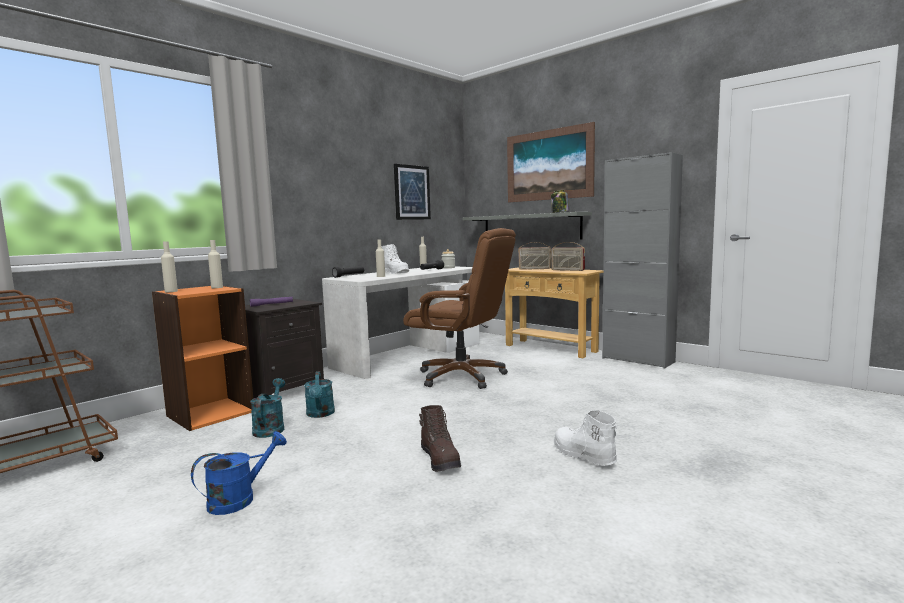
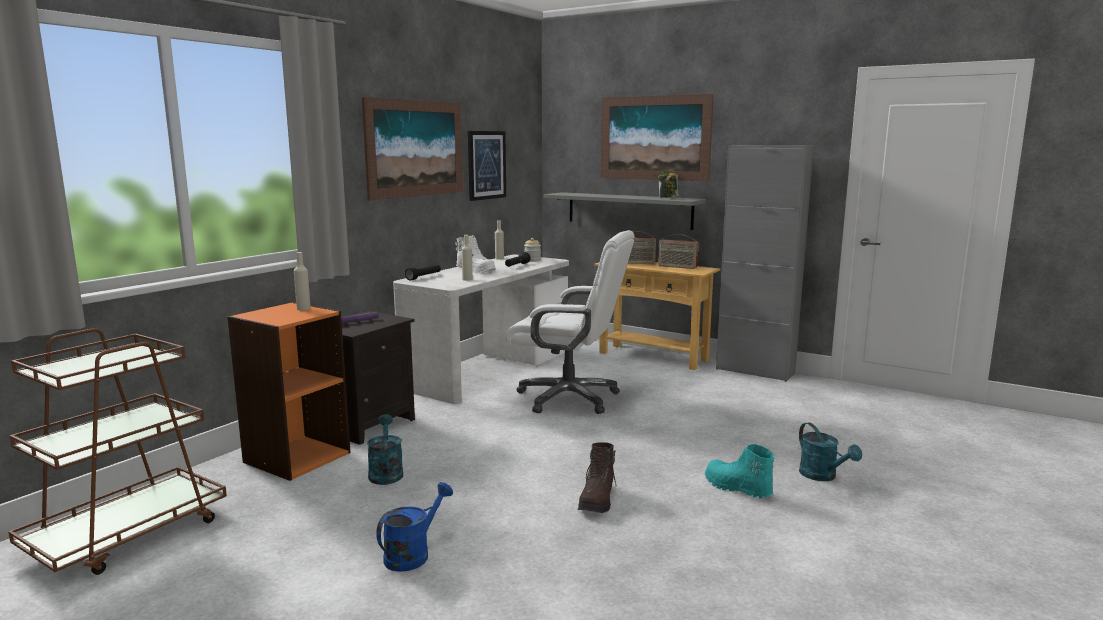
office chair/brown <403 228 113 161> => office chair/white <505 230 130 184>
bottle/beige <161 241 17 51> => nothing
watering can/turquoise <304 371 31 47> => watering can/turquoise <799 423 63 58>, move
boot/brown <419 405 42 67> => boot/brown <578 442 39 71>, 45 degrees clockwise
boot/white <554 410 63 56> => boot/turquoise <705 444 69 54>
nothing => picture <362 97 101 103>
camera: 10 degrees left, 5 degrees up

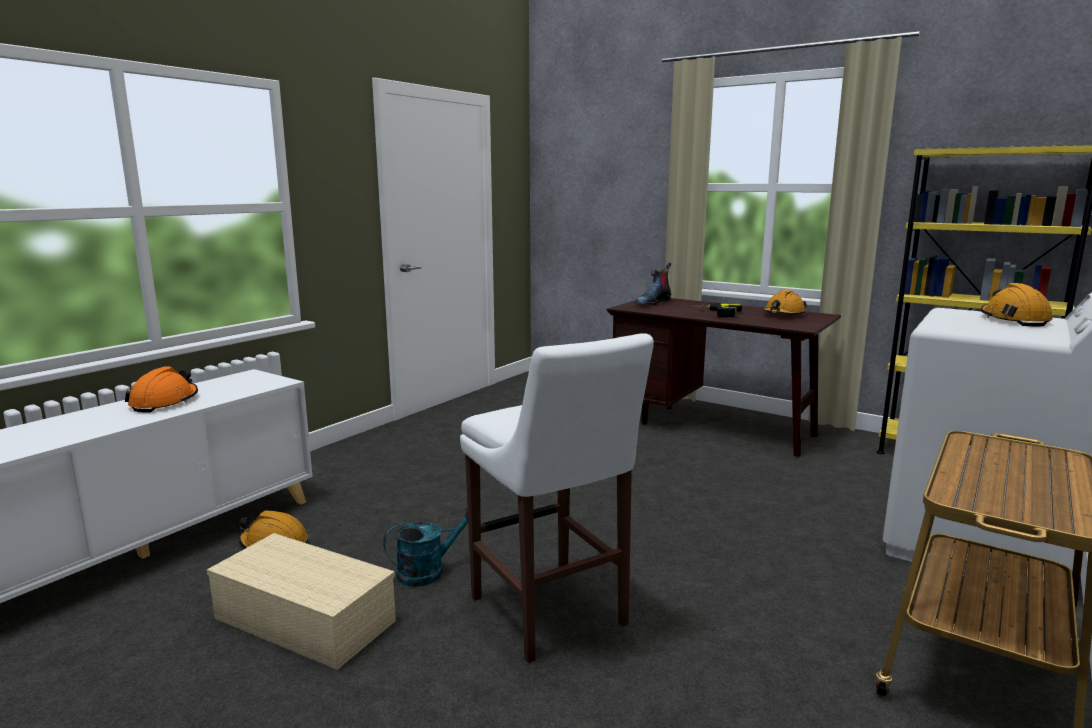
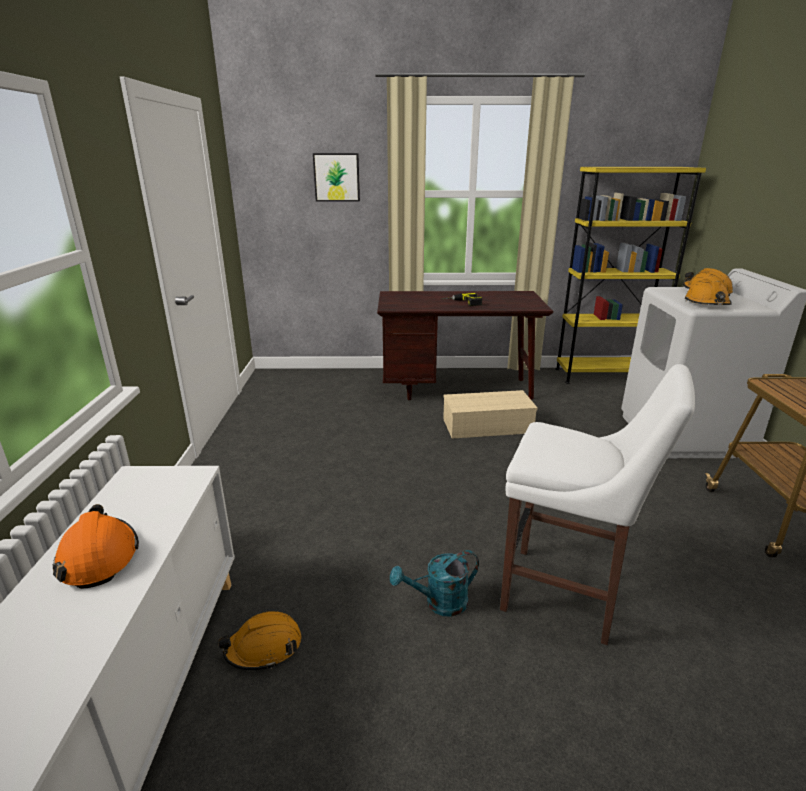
boot <635 263 36 42> => nothing
hard hat/orange <763 290 44 25> => hard hat/orange <685 278 47 27>, move
watering can/turquoise <383 506 85 81> => watering can/turquoise <390 550 89 67>, 135 degrees counterclockwise
storage box/beige <207 533 189 137> => storage box/beige <443 390 95 49>, move
nothing => picture <313 153 47 49>
camera: 35 degrees left, 10 degrees up

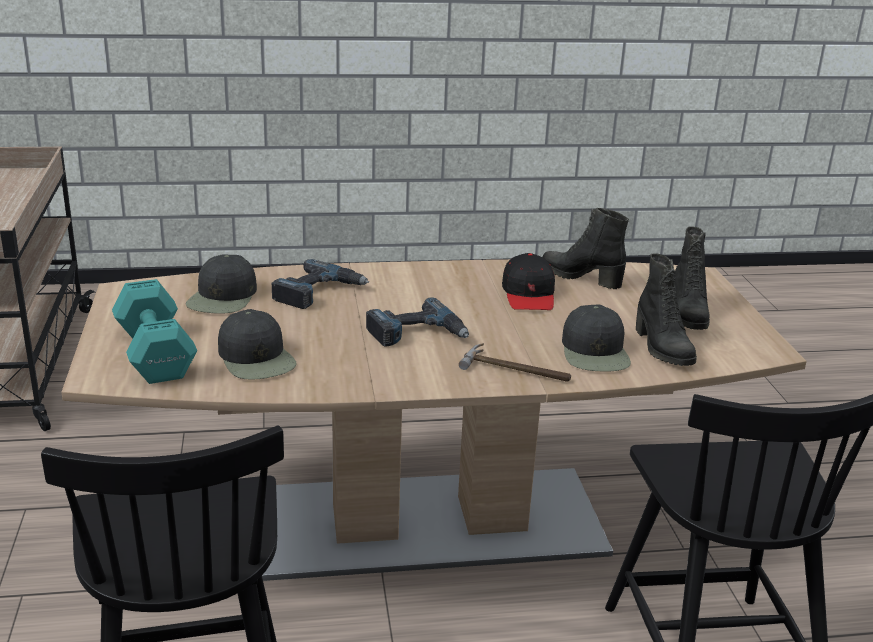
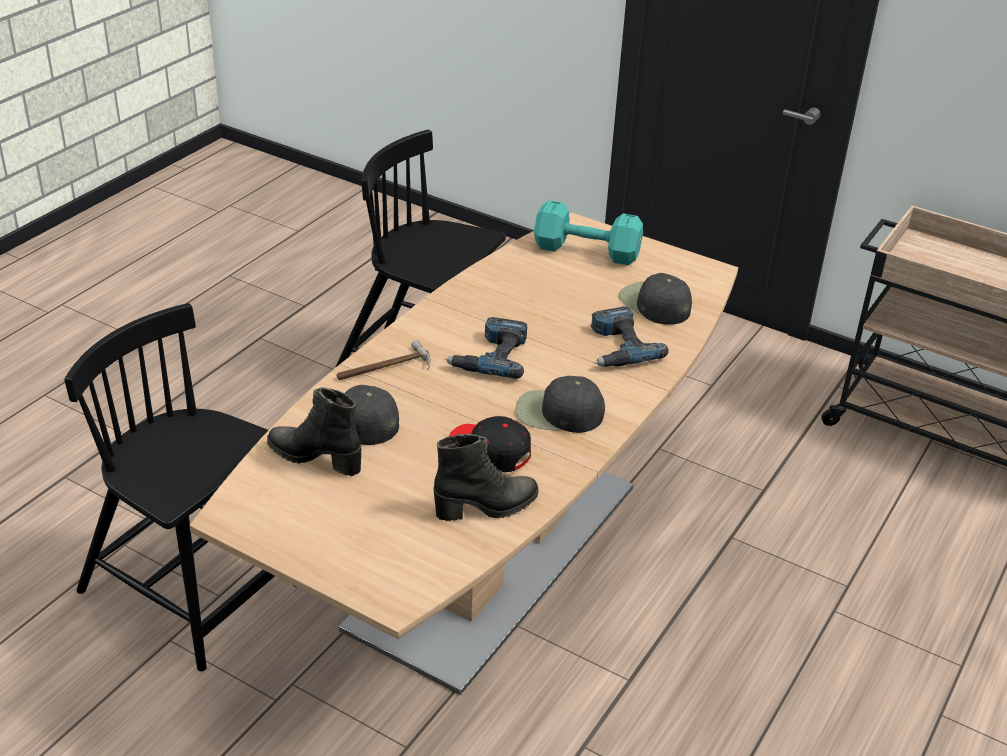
boot/black <675 226 35 104> => nothing
cap/black <218 309 79 71> => cap/black <516 376 89 57>, move
camera: 130 degrees right, 10 degrees up

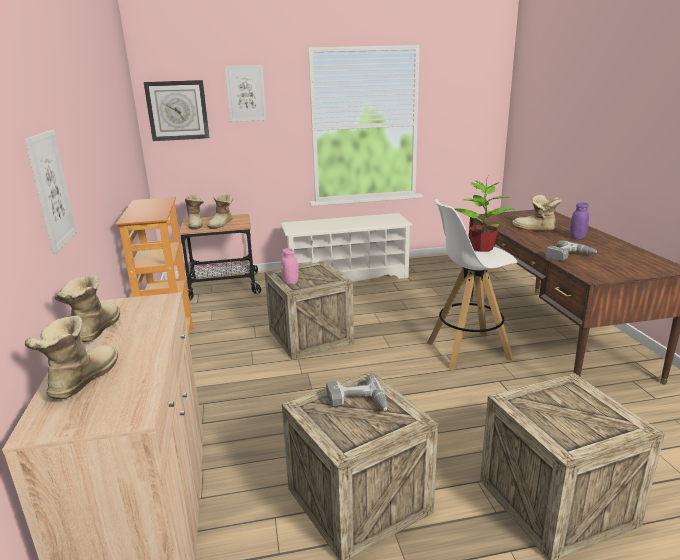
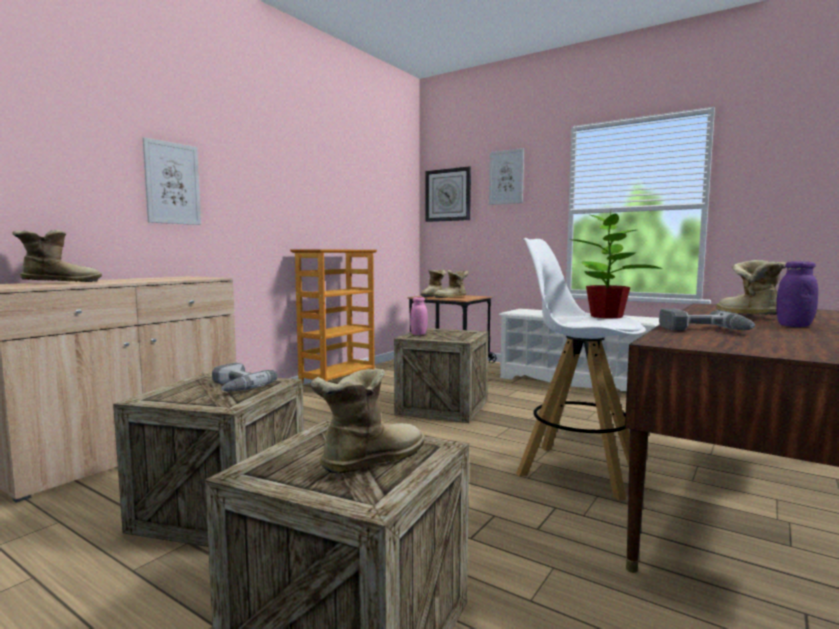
boot <55 275 65 67> => boot <311 369 114 104>, move
camera: 45 degrees right, 15 degrees down

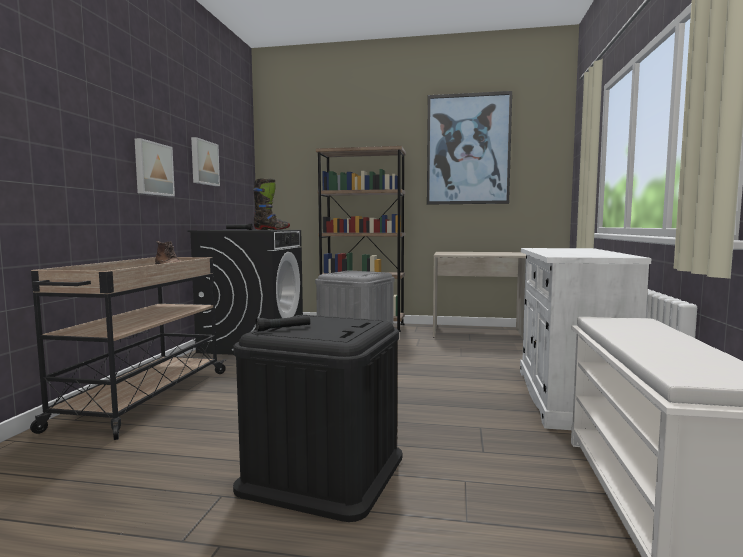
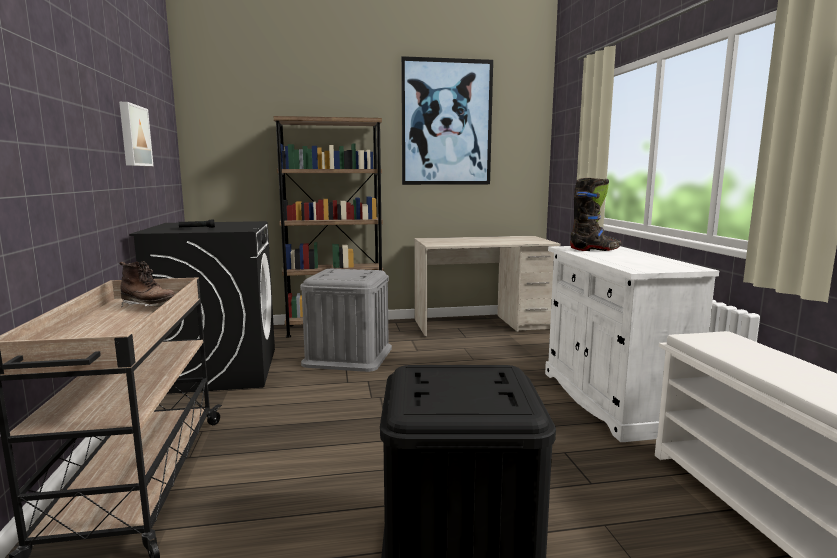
picture <135 138 40 58> => nothing
boot/black <253 179 37 51> => boot/black <570 178 51 73>, move
flashlight/black <256 316 54 16> => nothing
camera: 20 degrees left, 5 degrees up

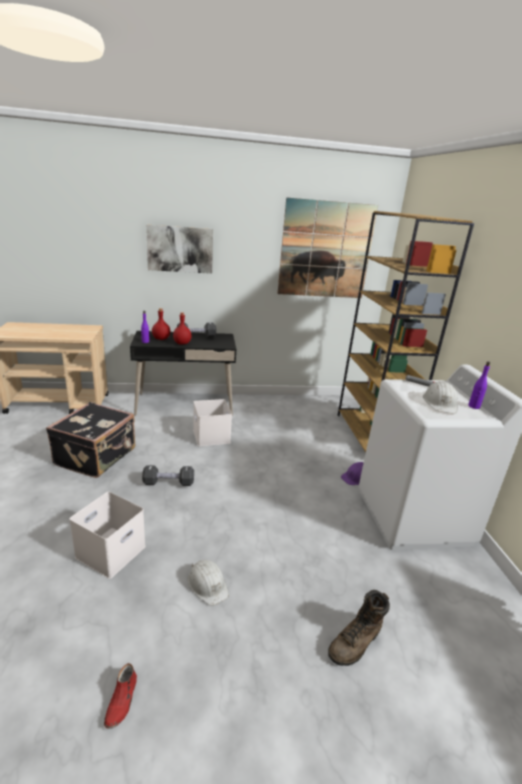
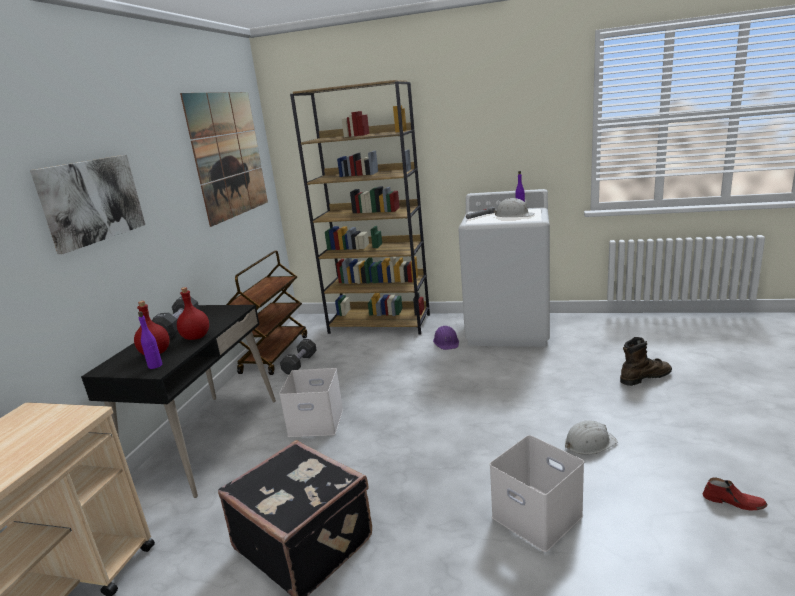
dumbbell/black <142 465 52 21> => dumbbell/black <280 339 37 35>, move
boot/brown <328 590 62 76> => boot/brown <620 337 52 49>, 90 degrees counterclockwise
nothing => cart/brown <226 251 81 124>
camera: 65 degrees left, 5 degrees down

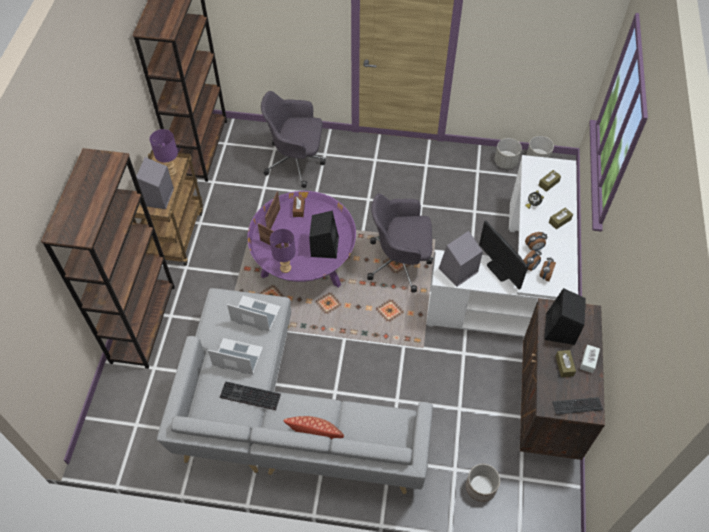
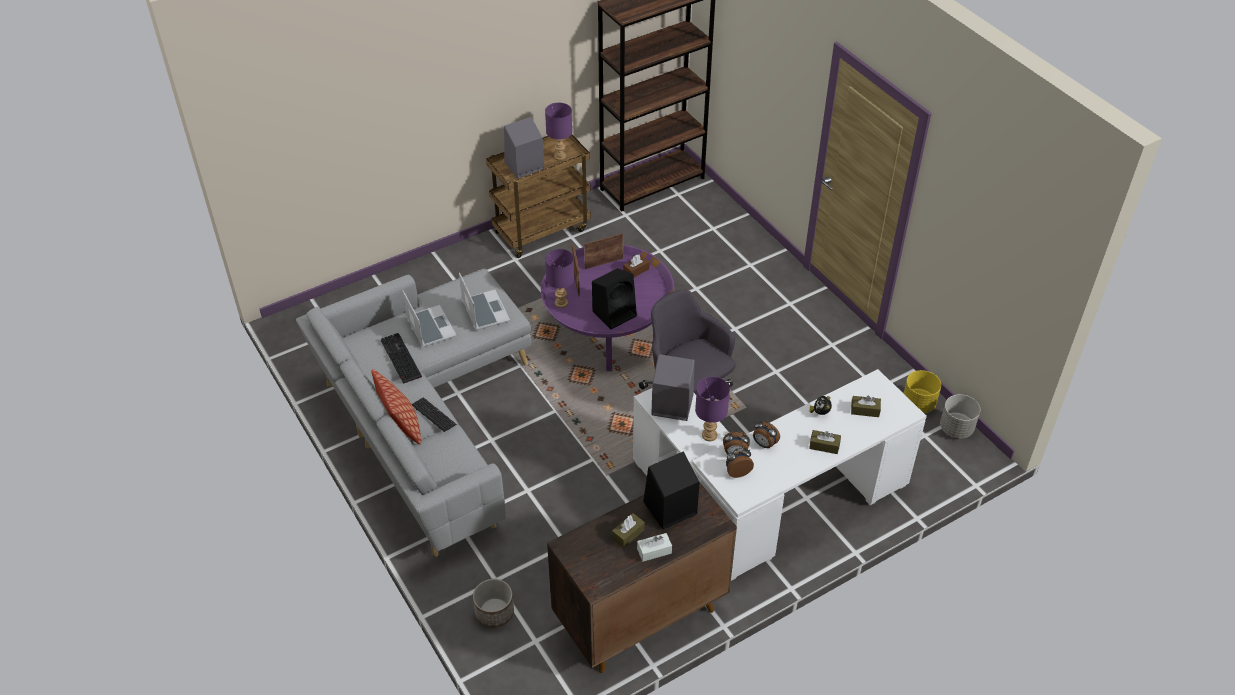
office chair/grey <261 91 65 97> => nothing
planter/grey <495 138 27 31> => planter/yellow <903 370 38 43>
bookcase/brown <41 148 134 221> => nothing
monitor <479 221 49 69> => table lamp/purple <695 377 35 64>
keyboard <552 397 51 18> => keyboard <412 397 44 35>, move
camera: 50 degrees right, 10 degrees down

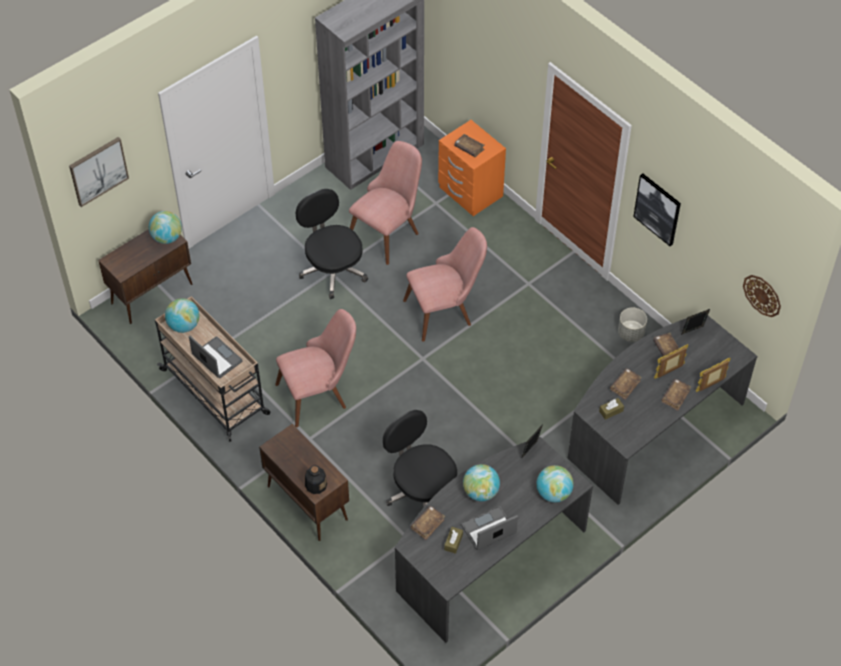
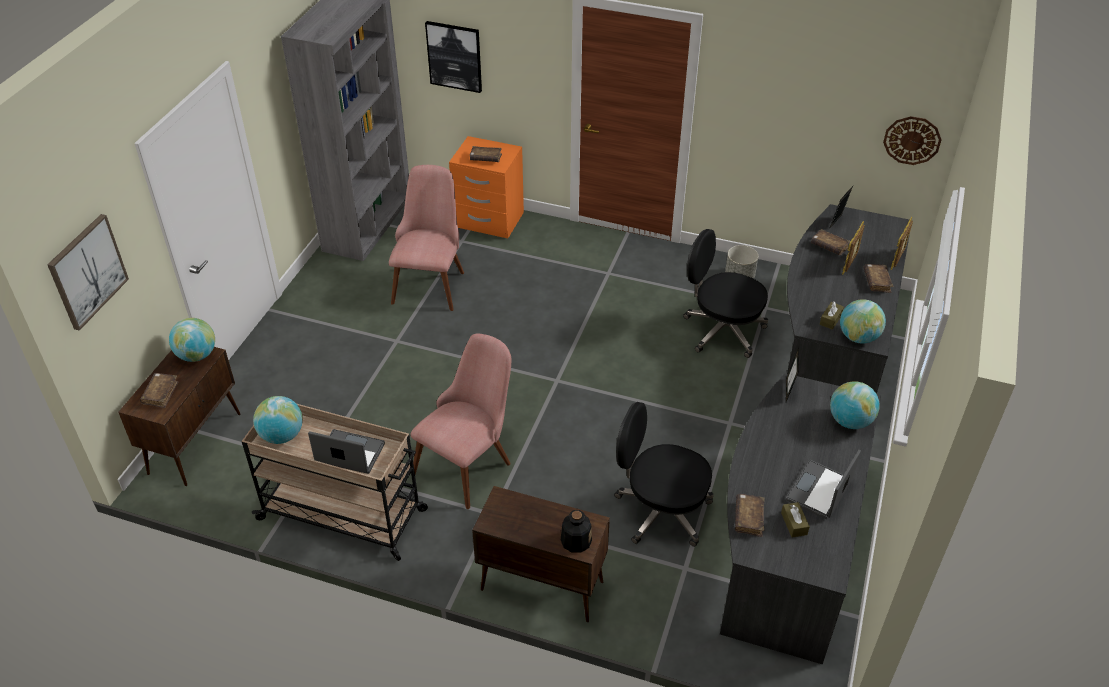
picture <633 174 48 72> => picture <425 21 57 72>, move
office chair/black <296 189 72 110> => office chair/black <683 229 85 129>, move
chair/pink <403 227 84 114> => nothing
book/brown <610 368 32 32> => book/brown <140 373 39 35>, move
globe <463 464 37 37> => globe <840 299 46 45>, move
camera: 30 degrees left, 10 degrees down

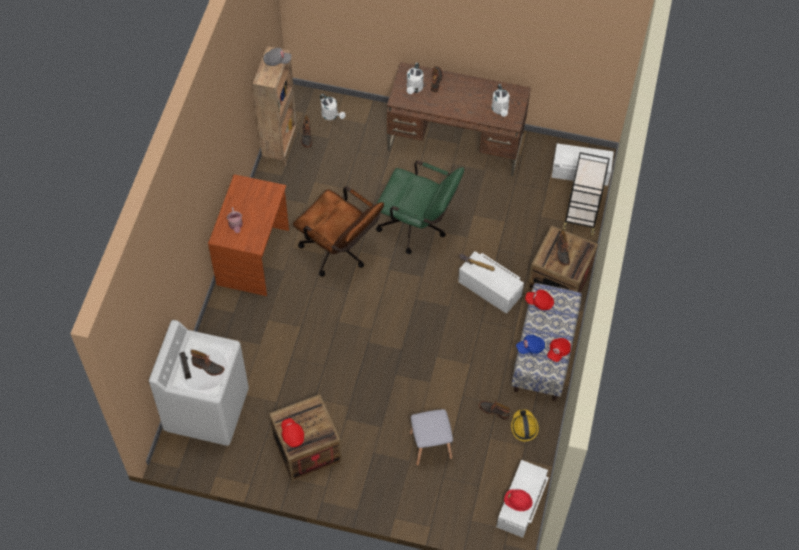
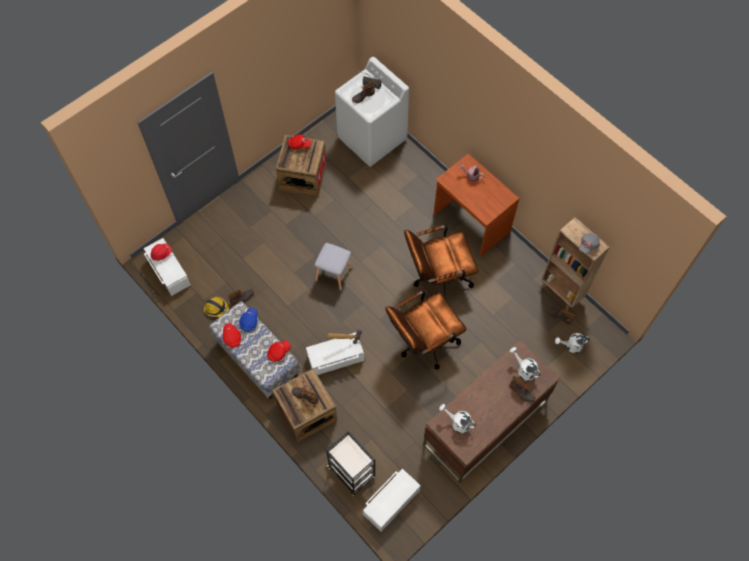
office chair/green <376 161 88 93> => office chair/brown <385 290 82 79>
stool/grey <409 409 44 57> => stool/grey <314 243 39 48>, move
camera: 125 degrees right, 5 degrees up

